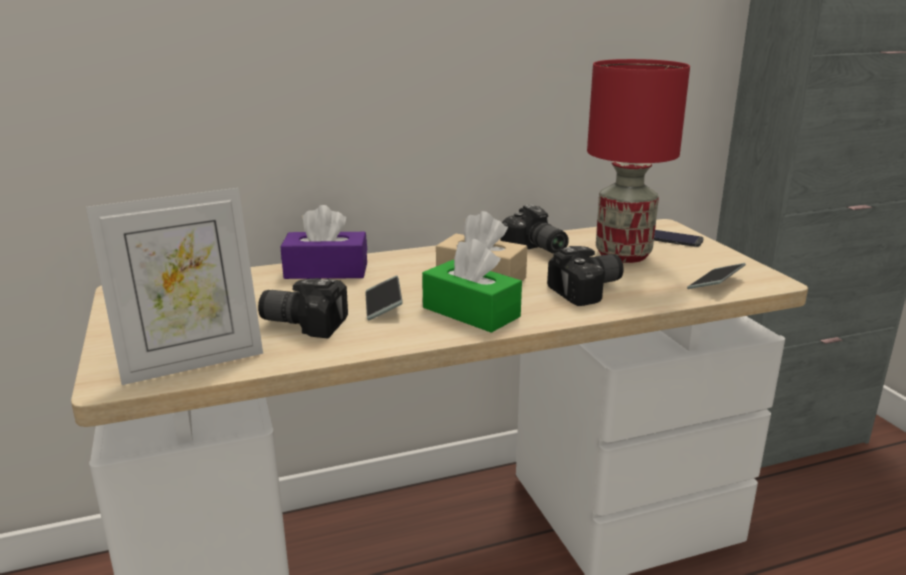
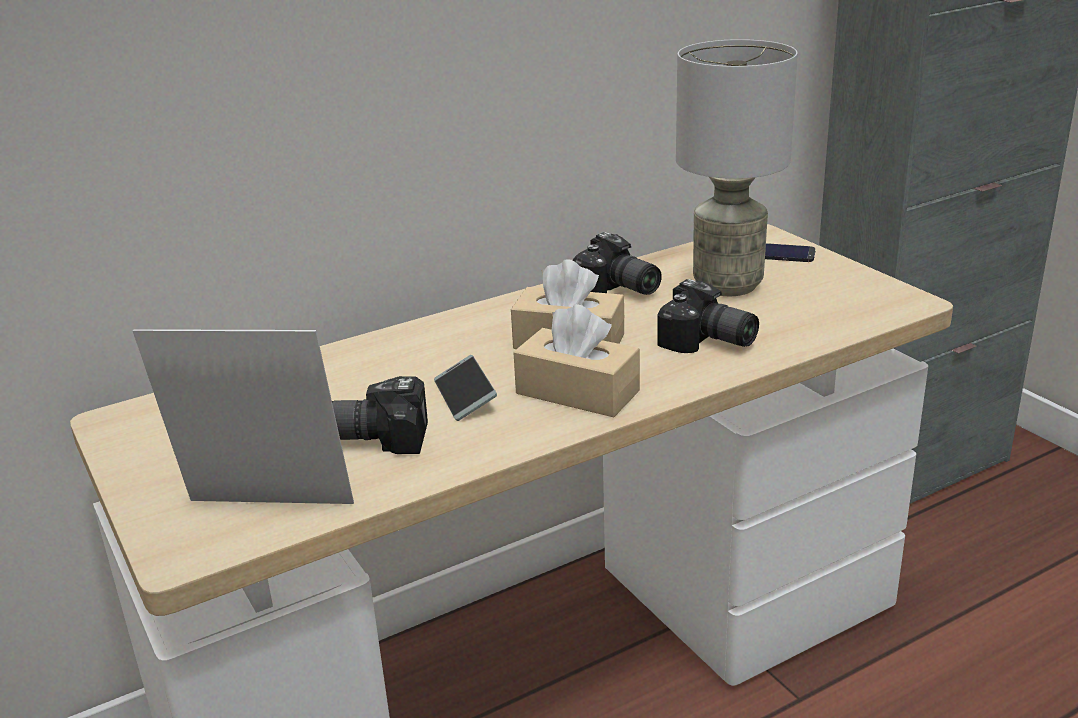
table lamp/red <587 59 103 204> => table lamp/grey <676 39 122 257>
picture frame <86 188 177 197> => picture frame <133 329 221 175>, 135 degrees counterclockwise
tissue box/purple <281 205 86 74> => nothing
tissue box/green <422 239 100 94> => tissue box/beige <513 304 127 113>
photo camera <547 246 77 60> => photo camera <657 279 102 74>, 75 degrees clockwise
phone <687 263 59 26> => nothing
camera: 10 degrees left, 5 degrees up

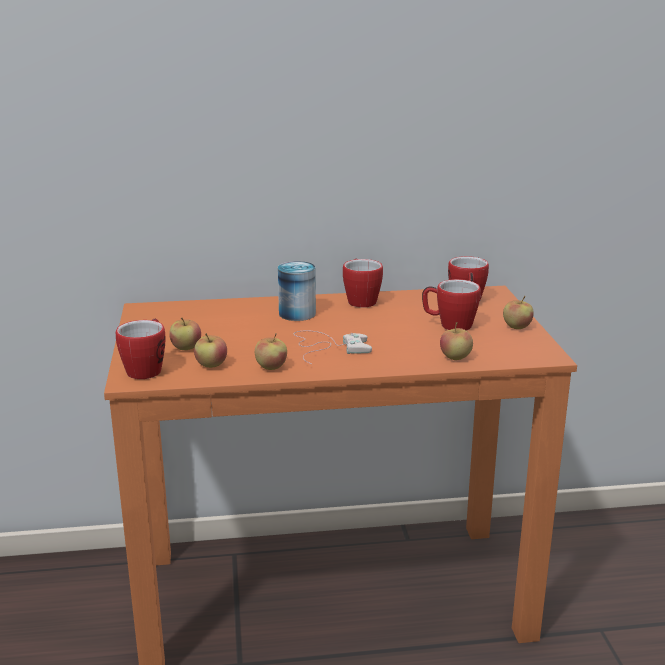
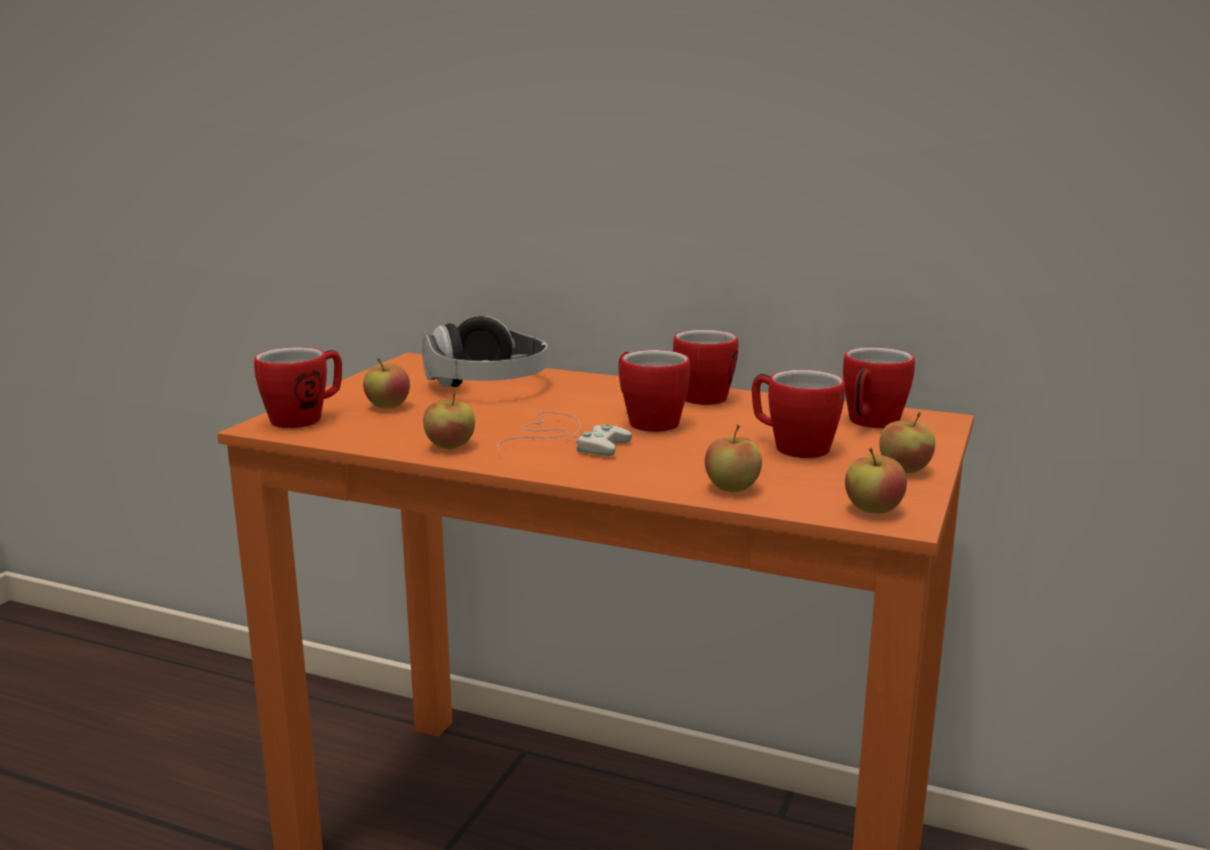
can <278 261 38 60> => nothing
apple <194 333 33 35> => apple <845 447 62 66>, move
nothing => headphones <422 316 126 71>
nothing => mug <619 350 71 82>
camera: 30 degrees right, 5 degrees down

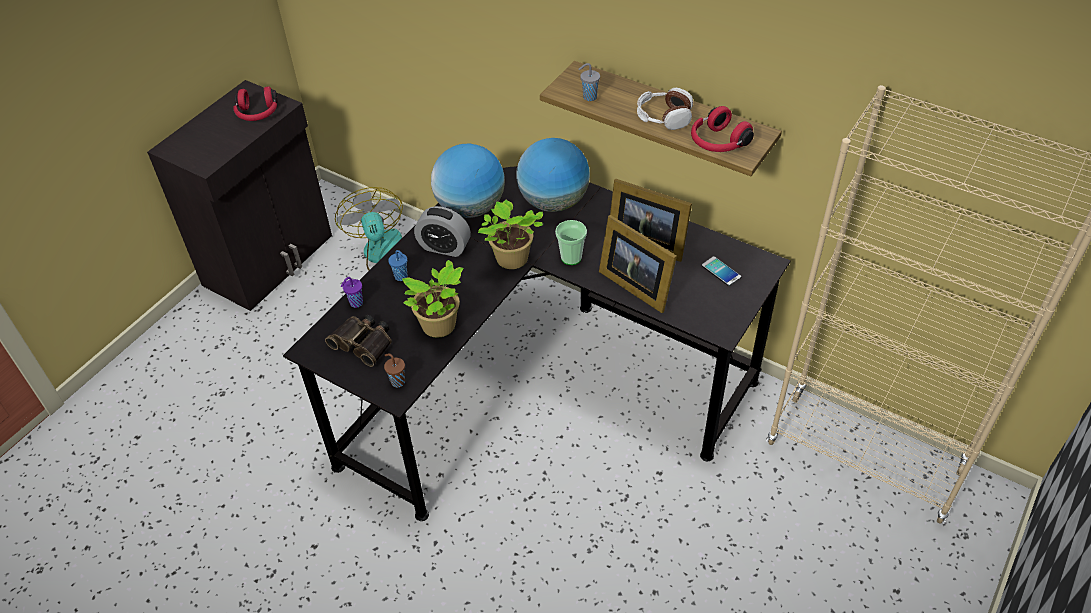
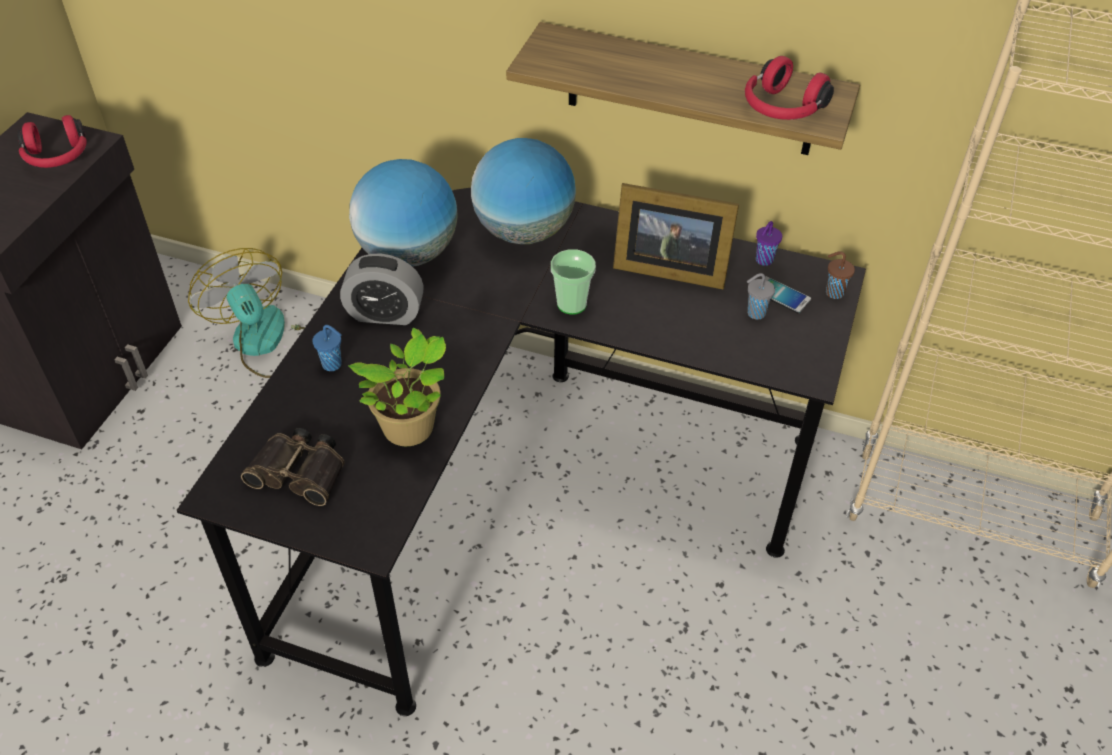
cup/grey <578 63 22 38> => cup/grey <747 273 28 46>, move
headphones <637 88 56 42> => nothing
potted plant <478 200 65 69> => nothing
picture frame <599 215 78 98> => nothing
cup/purple <341 277 22 31> => cup/purple <756 221 26 45>, move
cup/brown <384 353 21 35> => cup/brown <826 251 29 48>, move
camera: 15 degrees left, 0 degrees up

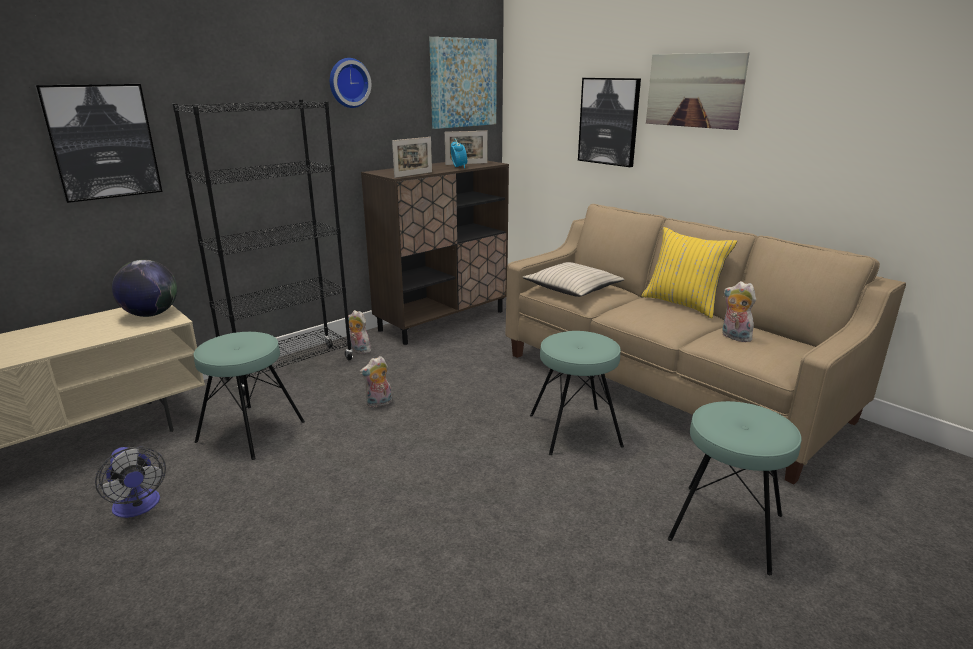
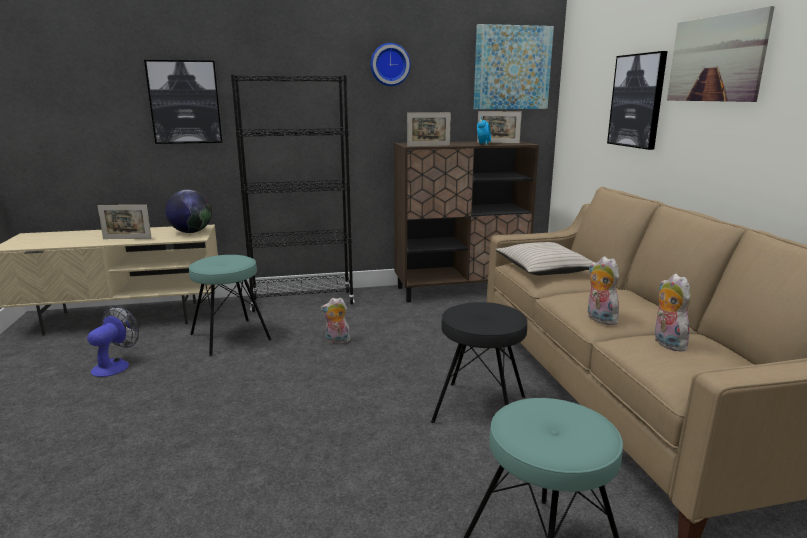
pillow/yellow <642 227 95 91> => nothing
plush toy <348 310 24 44> => plush toy <588 256 31 69>, move
stool/turquoise <530 331 94 124> => stool/black <431 302 96 121>
fan <95 447 71 71> => fan <87 306 52 71>, 150 degrees counterclockwise
nothing => picture frame <97 205 55 34>
camera: 30 degrees right, 5 degrees down

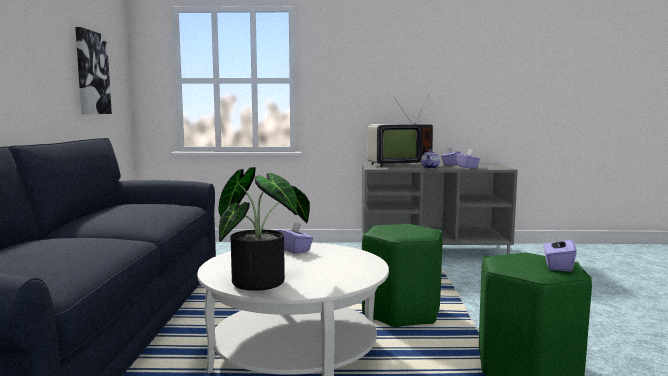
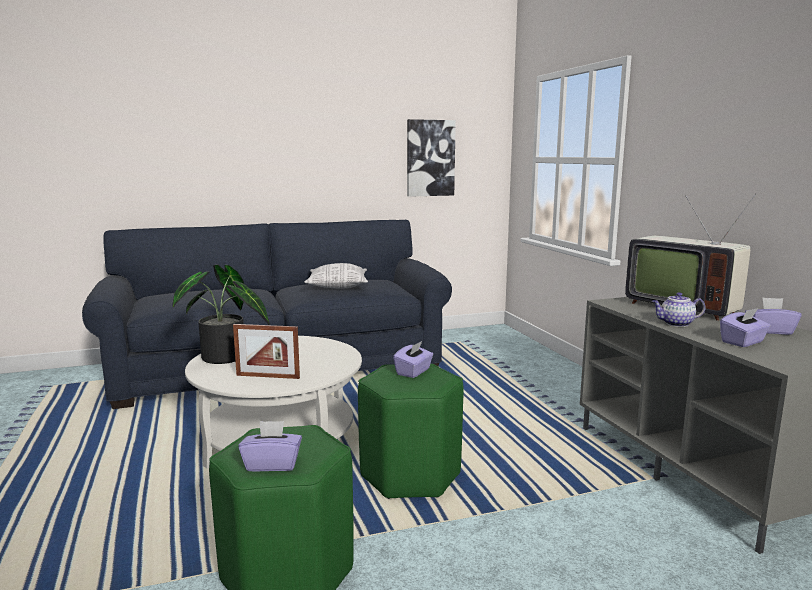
tissue box/purple <276 222 37 32> => tissue box/purple <393 341 40 37>, move
nothing => pillow <304 263 64 26>
nothing => picture frame <233 324 67 55>
camera: 70 degrees right, 5 degrees up

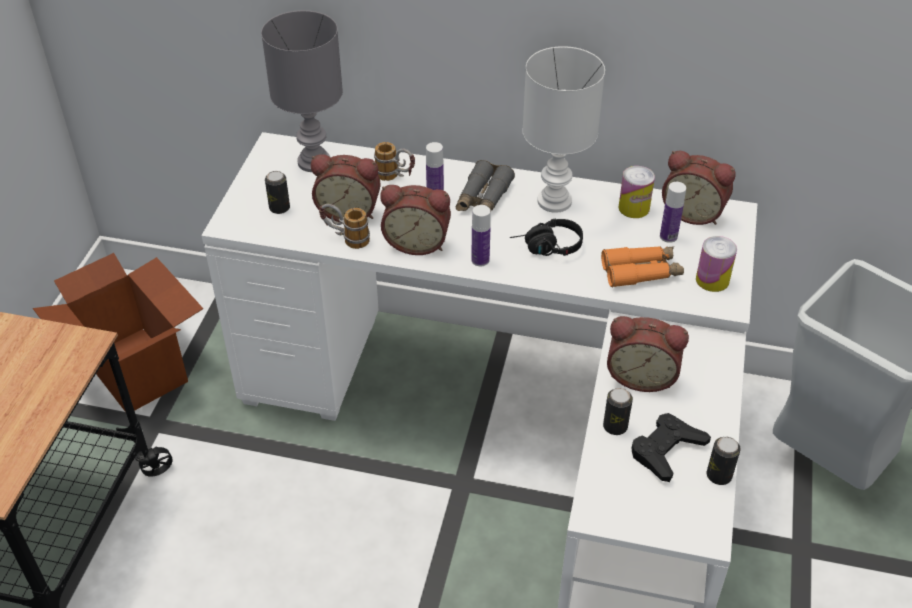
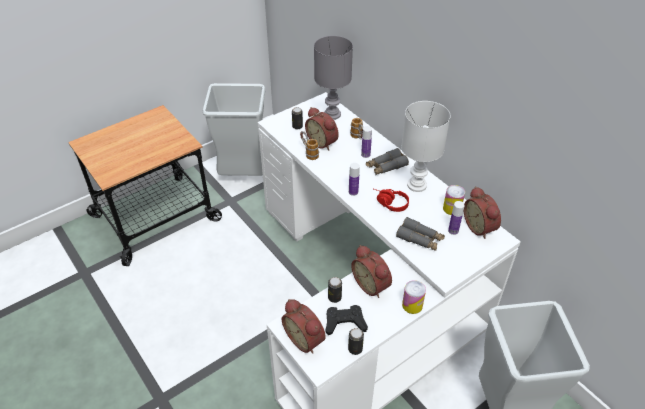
alarm clock <380 185 71 70> => alarm clock <282 299 44 55>, move
headphones/black <510 219 73 37> => headphones/red <374 189 35 23>
can <696 236 41 56> => can <402 280 24 34>, move
binoculars/orange <601 246 83 42> => binoculars/grey <396 217 49 34>
cardboard box <33 253 170 159> => trash can/grey <202 83 64 93>
camera: 40 degrees right, 0 degrees up

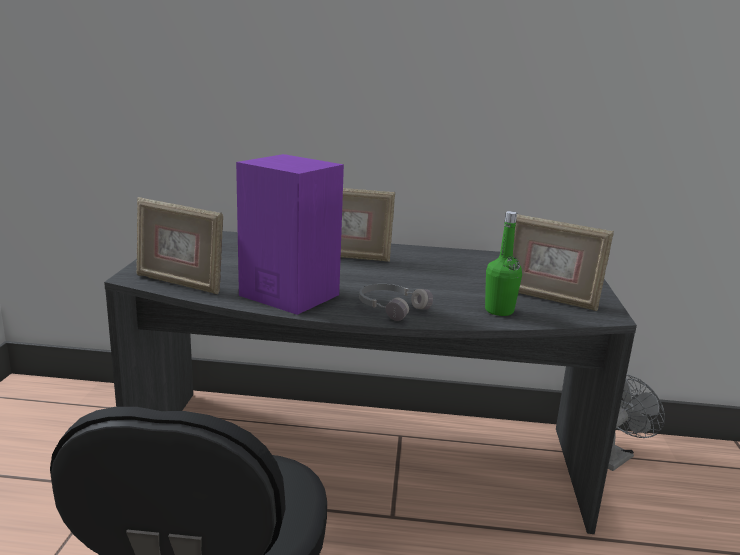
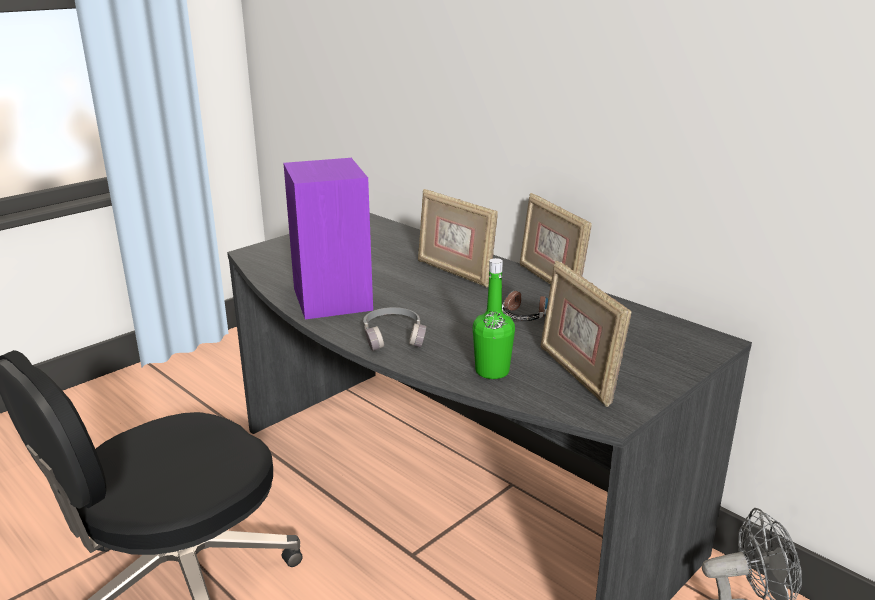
picture frame <136 197 87 97> => picture frame <520 193 72 92>, move
nothing => headphones <502 291 46 30>
camera: 40 degrees right, 5 degrees up

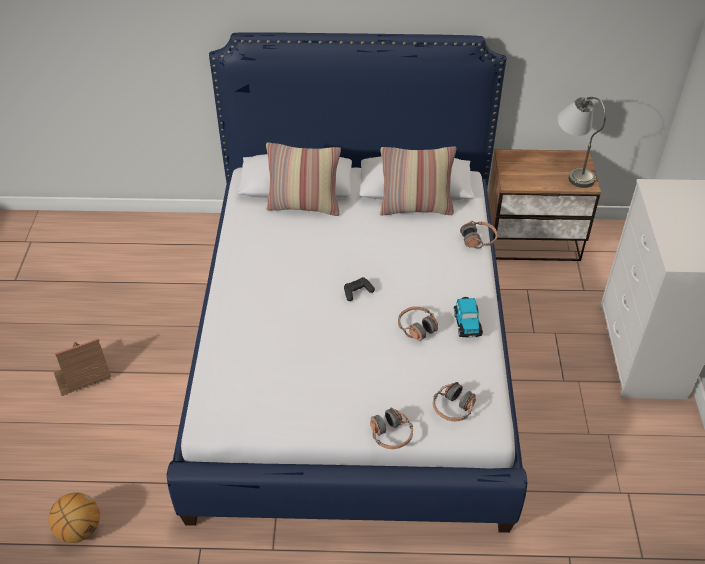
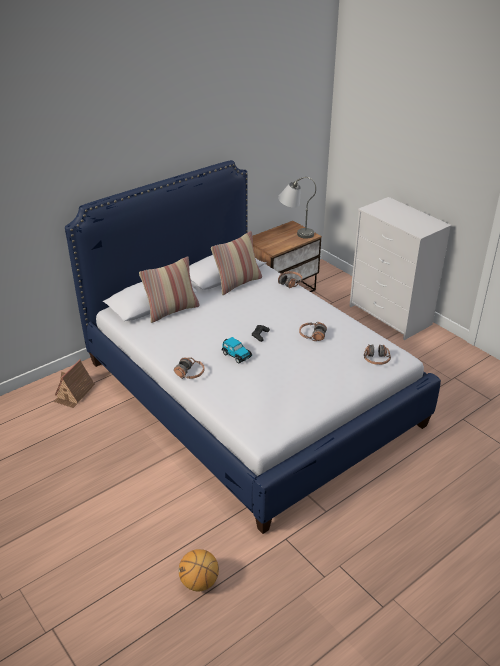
toy car <454 297 29 41> => toy car <222 337 30 27>, move
toy house <54 338 57 58> => toy house <54 359 41 49>, move
headphones <370 408 43 41> => headphones <174 357 30 22>, move
camera: 40 degrees left, 10 degrees down

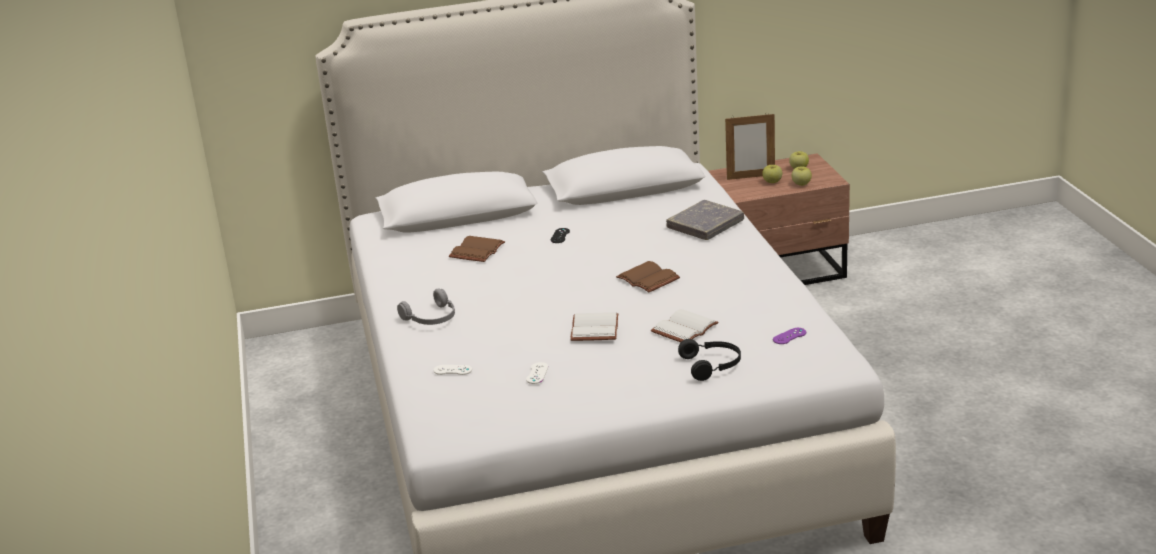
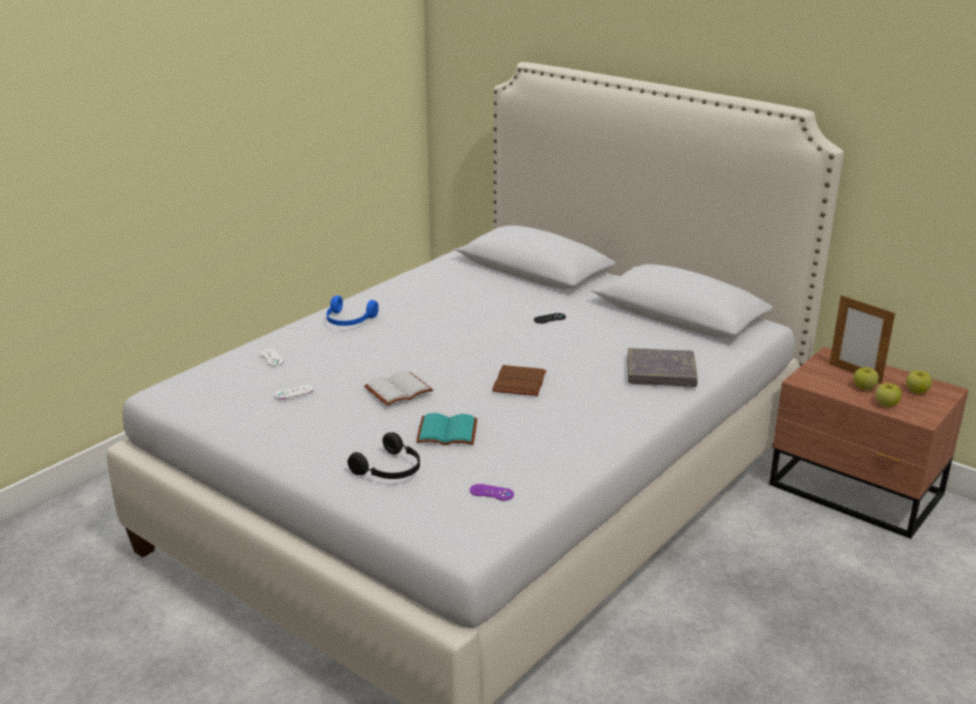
book/brown <449 236 56 26> => nothing
headphones/grey <397 288 58 37> => headphones/blue <326 296 53 30>
book/white <651 309 67 33> => book/turquoise <416 413 61 32>
camera: 50 degrees right, 0 degrees up

